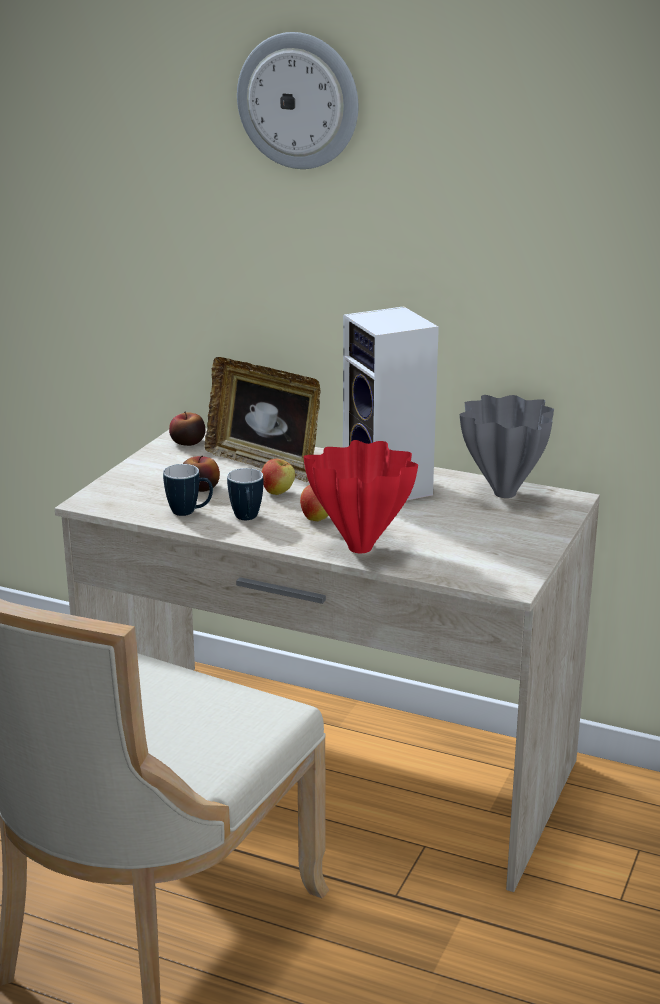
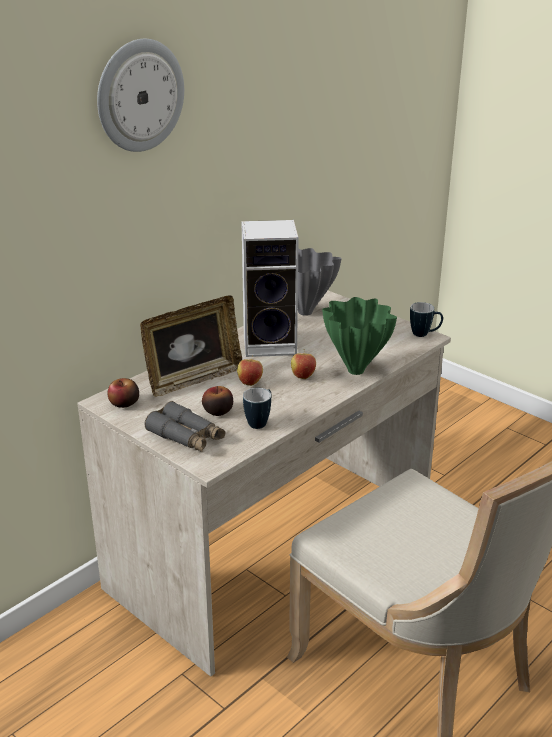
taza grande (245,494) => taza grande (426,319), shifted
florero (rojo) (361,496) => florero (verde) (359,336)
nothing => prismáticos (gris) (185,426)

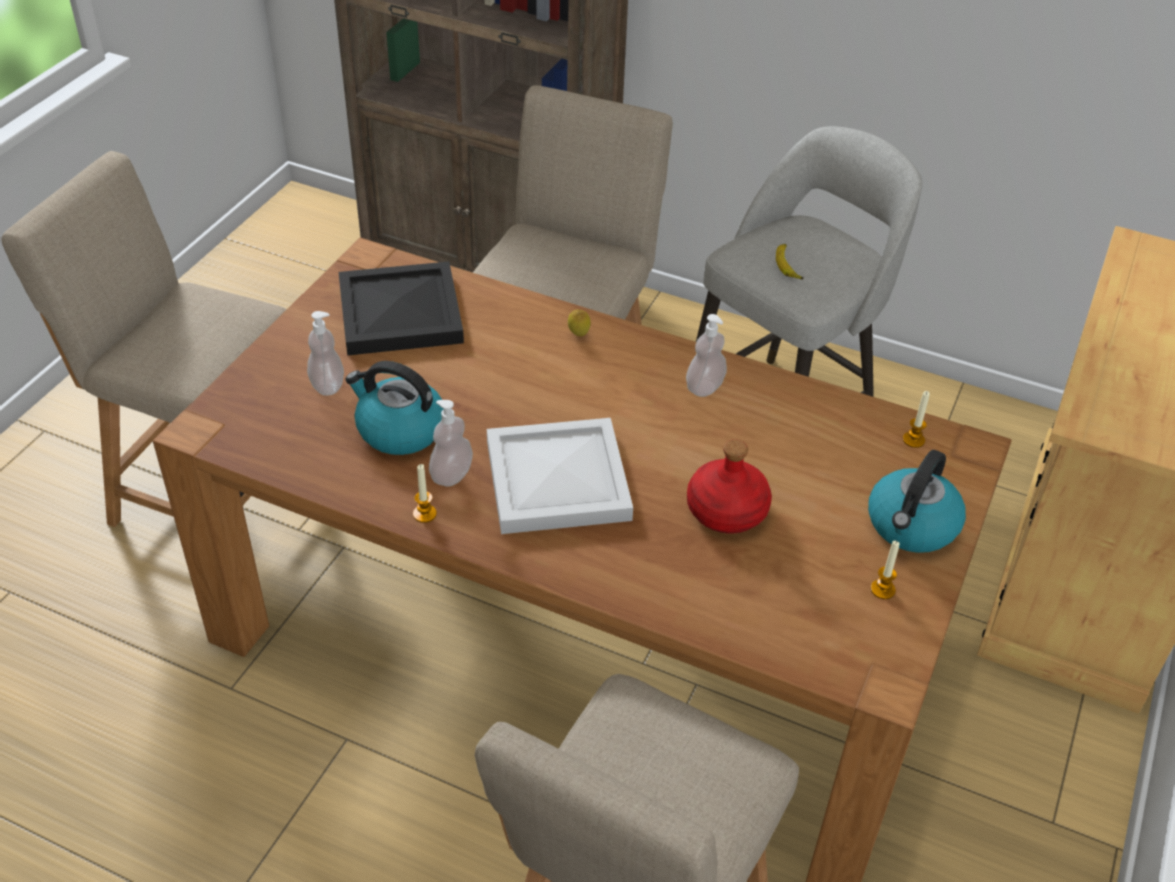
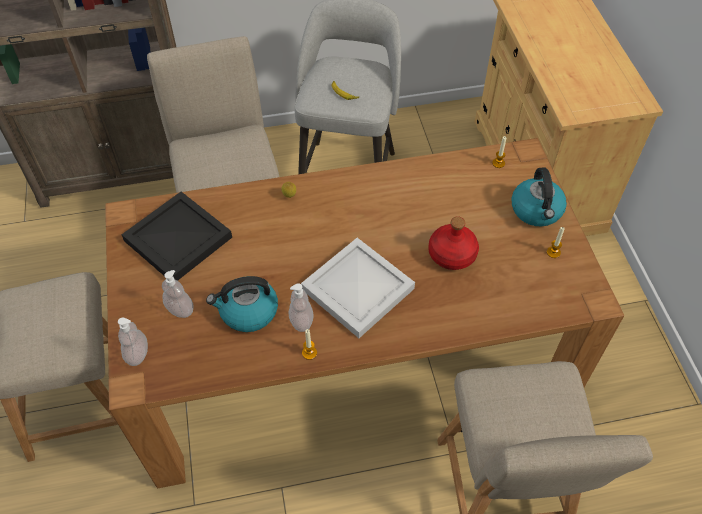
dispensador de jabón (706,355) => dispensador de jabón (133,342), shifted

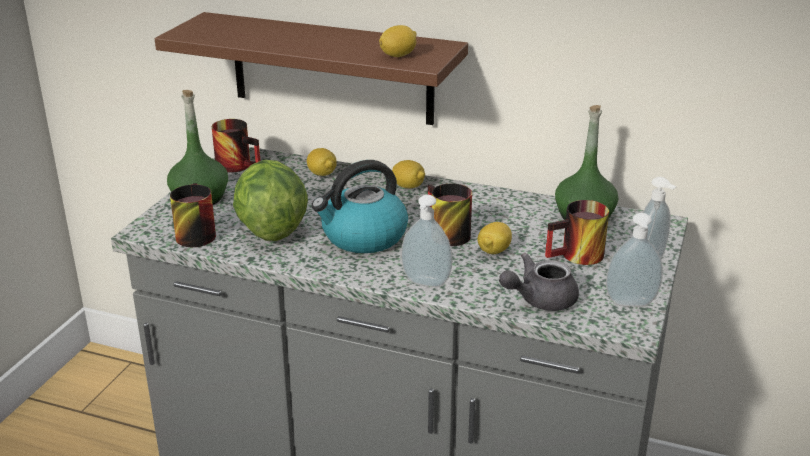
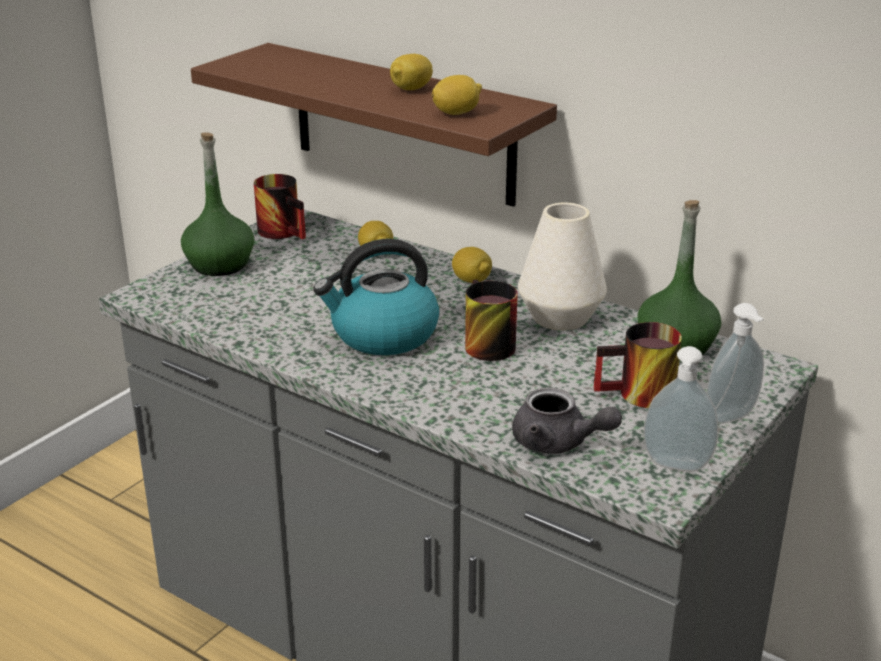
taza grande (193,215) => nothing
lechuga (270,200) => nothing
dispensador de jabón (426,241) => nothing
limón (494,238) => limón (411,72), shifted
tetera (gris) (539,282) => tetera (gris) (567,421), 135 degrees counterclockwise
nothing => florero (blanco) (562,266)

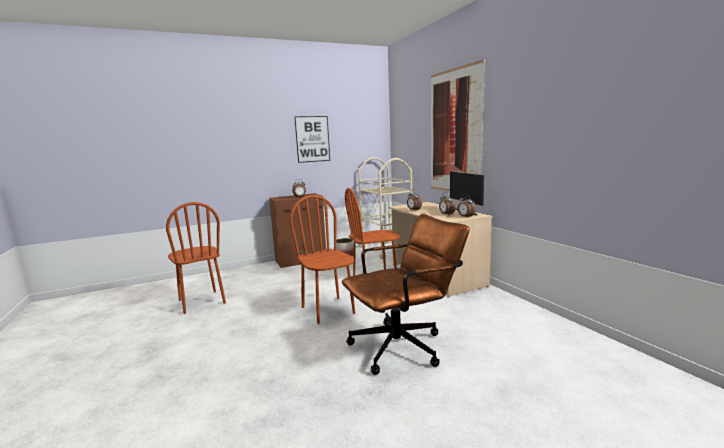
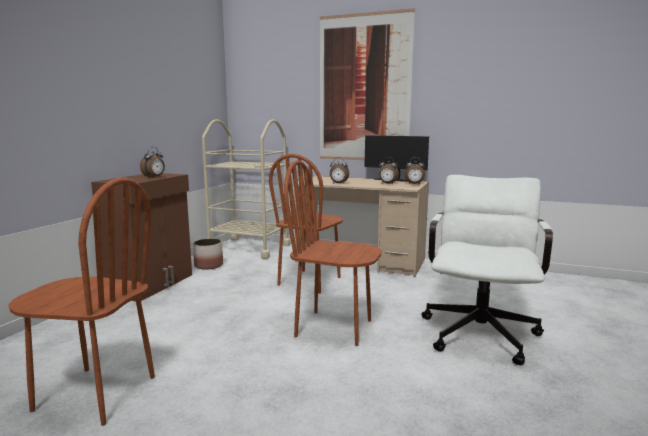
cuadro (312,139) => nothing
silla de oficina (marrón) (406,294) => silla de oficina (blanco) (487,270)

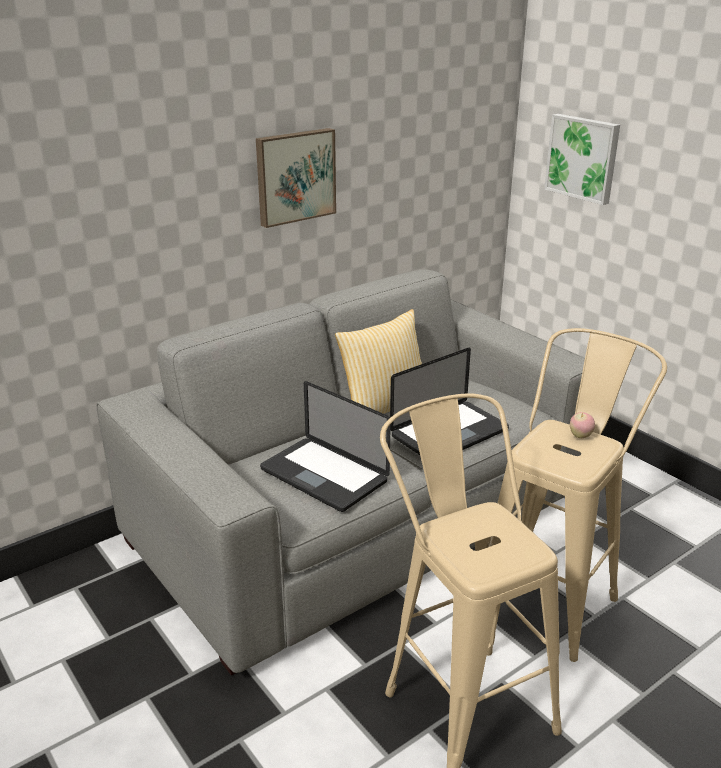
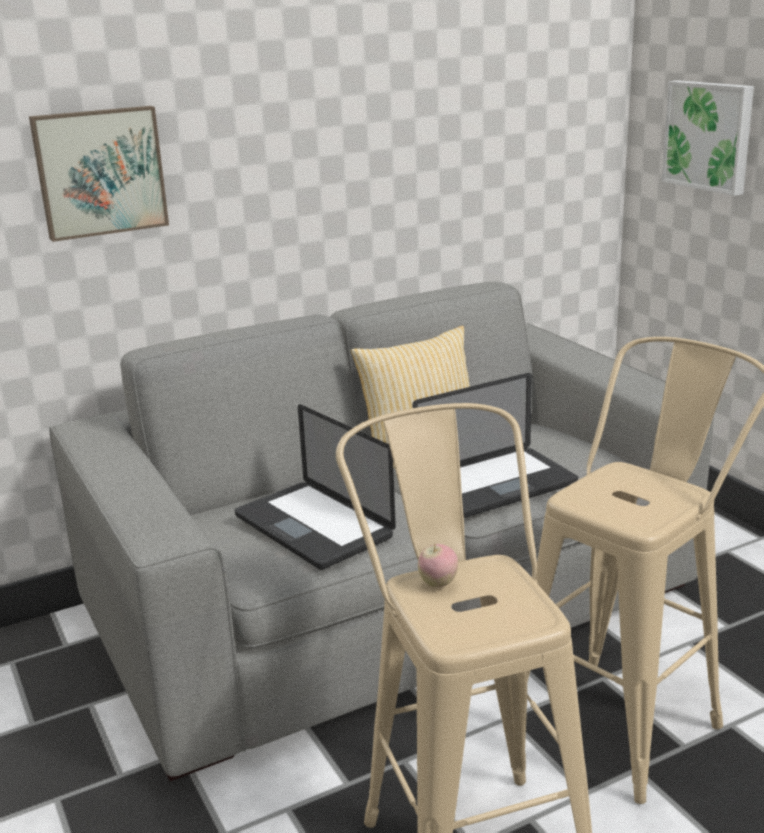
cuadro (296,178) => cuadro (99,174), shifted
manzana (582,425) => manzana (438,565), shifted

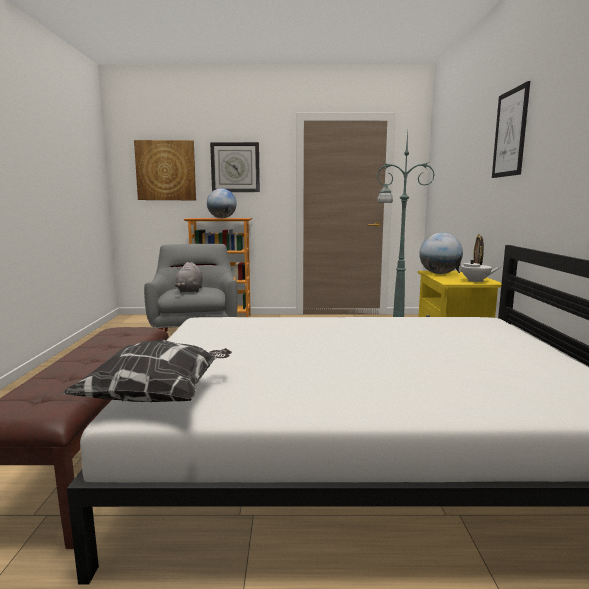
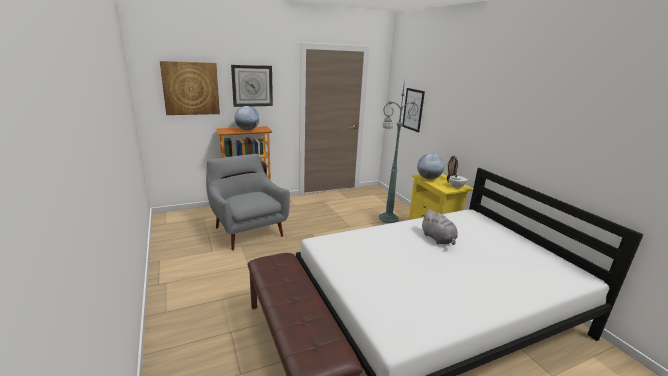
cojín (147,370) => nothing
peluche (gris) (188,277) => peluche (gris) (440,227), shifted
cuadro (511,129) => cuadro (413,110), shifted

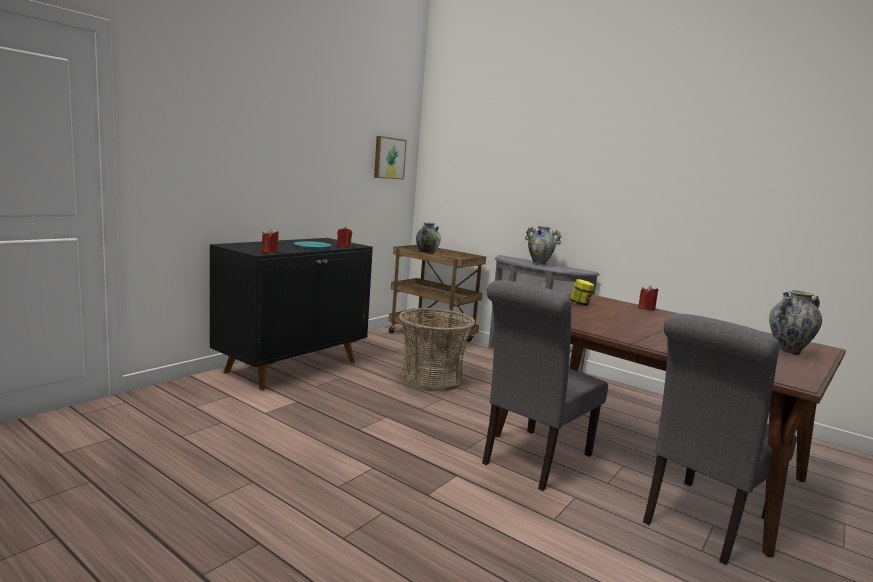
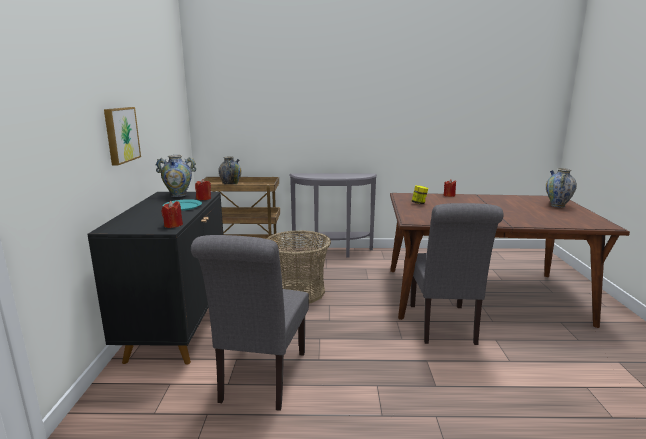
cuadro (390,158) => cuadro (122,136), shifted
florero (543,245) => florero (176,176), shifted
silla (gris) (720,439) => silla (gris) (250,323), shifted

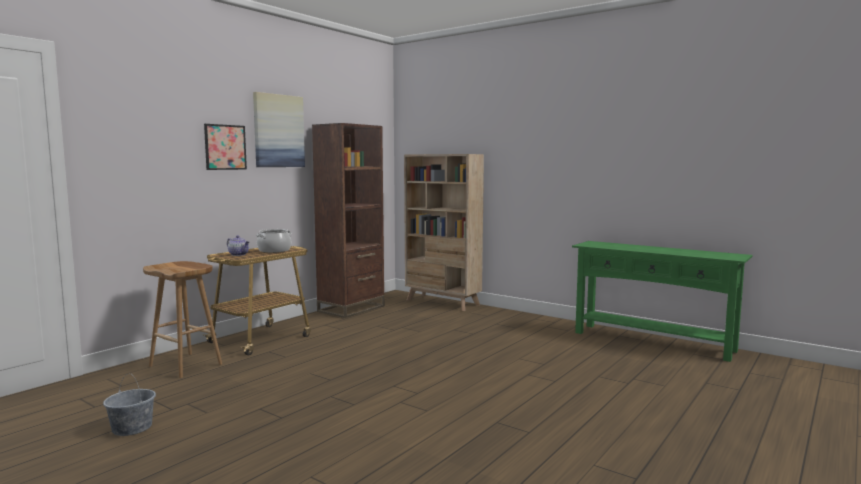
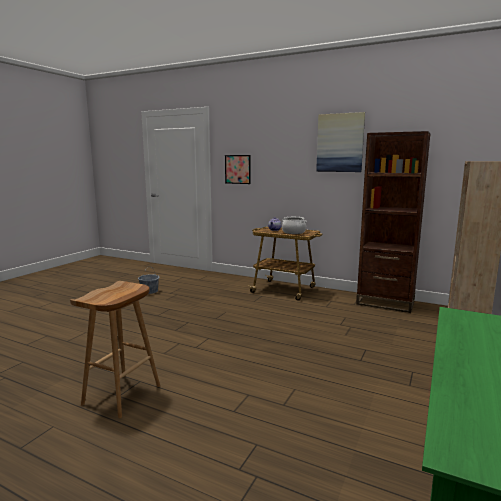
taburete (marrón) (182,319) => taburete (marrón) (115,349), shifted
cuadro (225,147) => cuadro (237,169), shifted

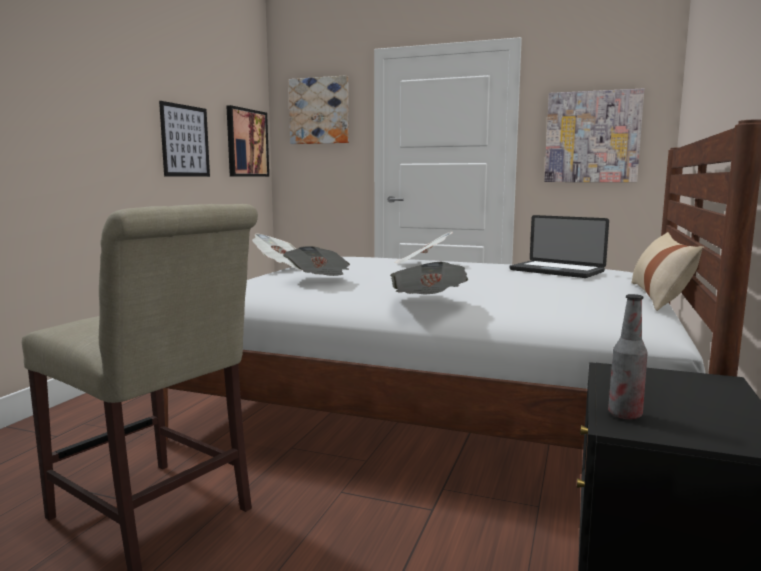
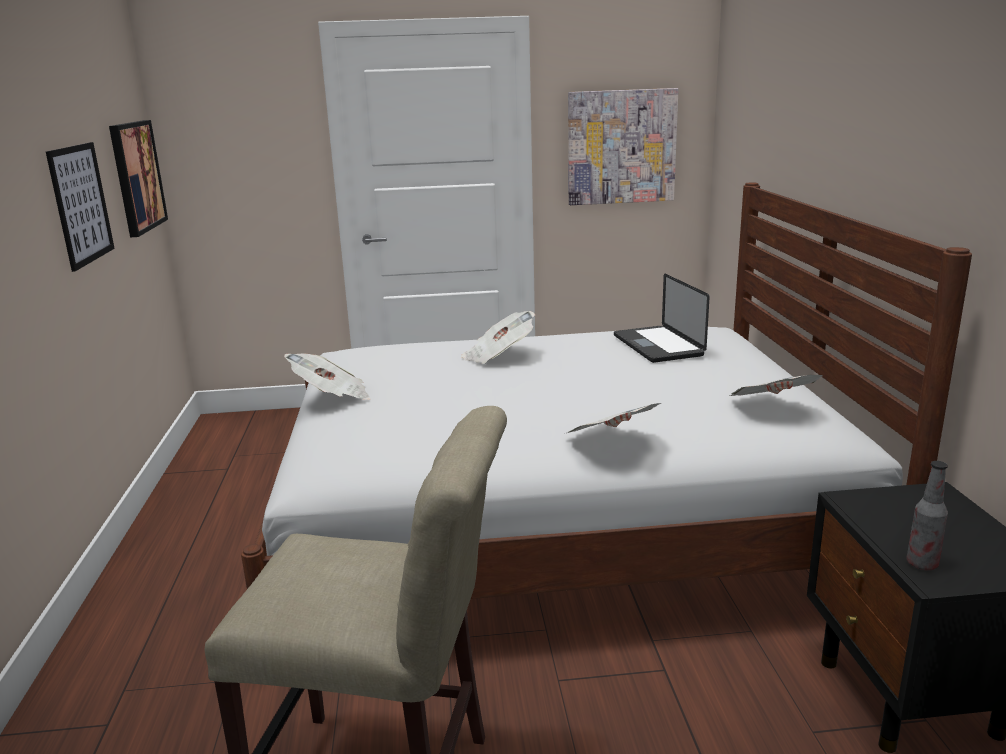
periódico (316,261) => periódico (775,385), shifted
cuadro (319,109) => nothing
portátil (559,246) => portátil (662,318), 60 degrees clockwise
cojín (beis) (667,271) => nothing

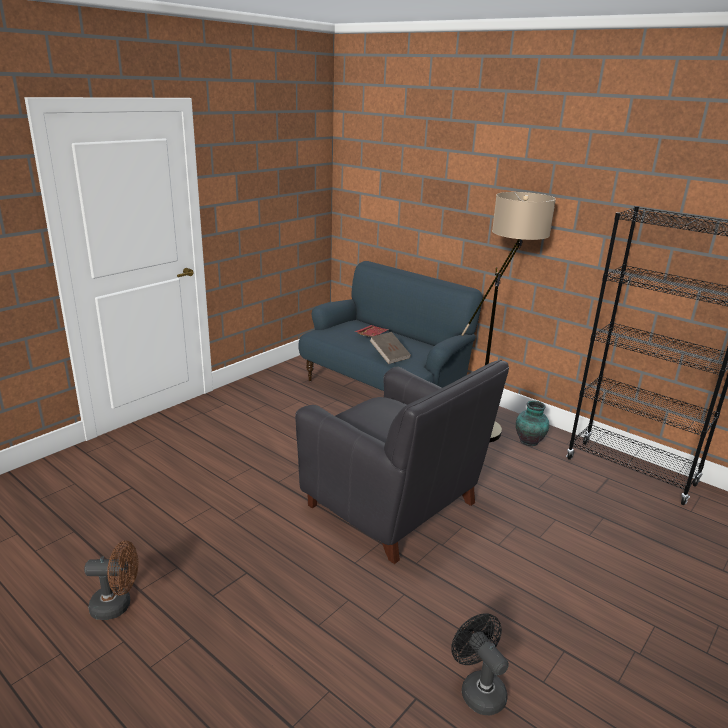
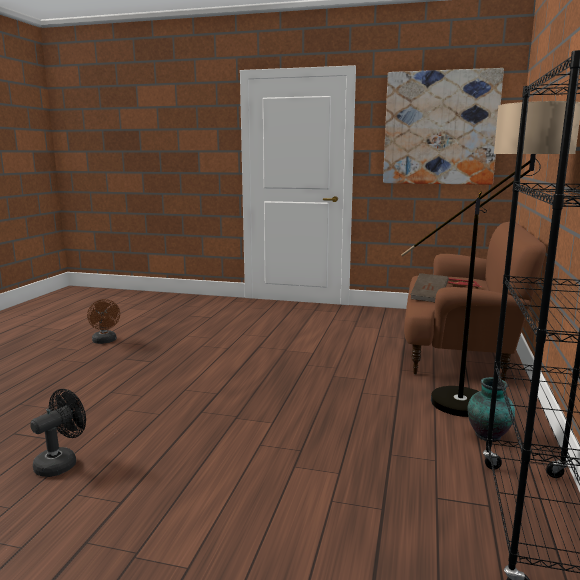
sillón (negro) (402,462) => nothing
sofá (azul) (390,326) => sofá (marrón) (475,301)
nothing => cuadro (443,126)

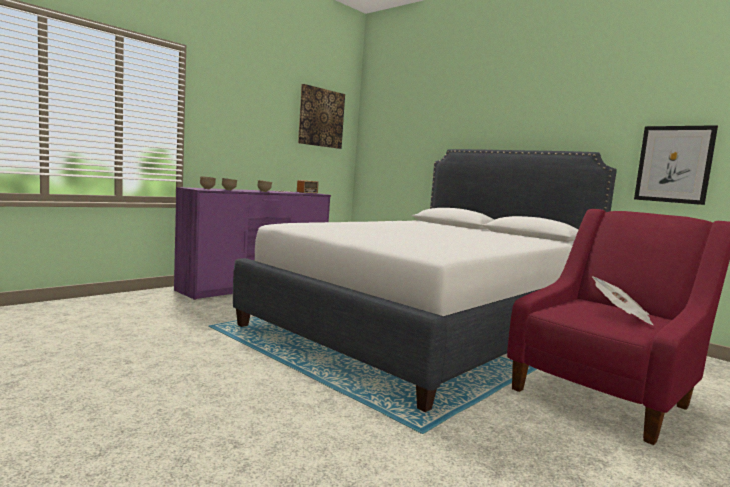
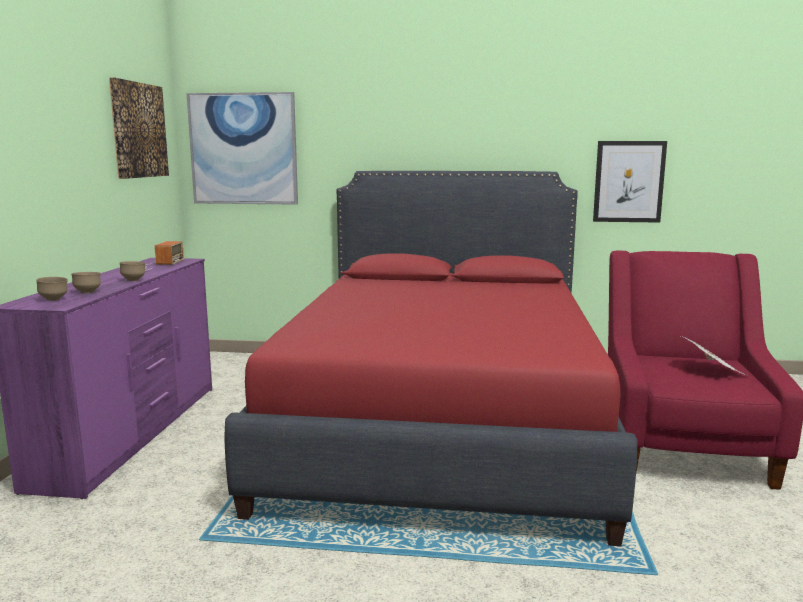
cama (blanco) (425,280) => cama (rojo) (431,358)
nothing => cuadro (242,148)

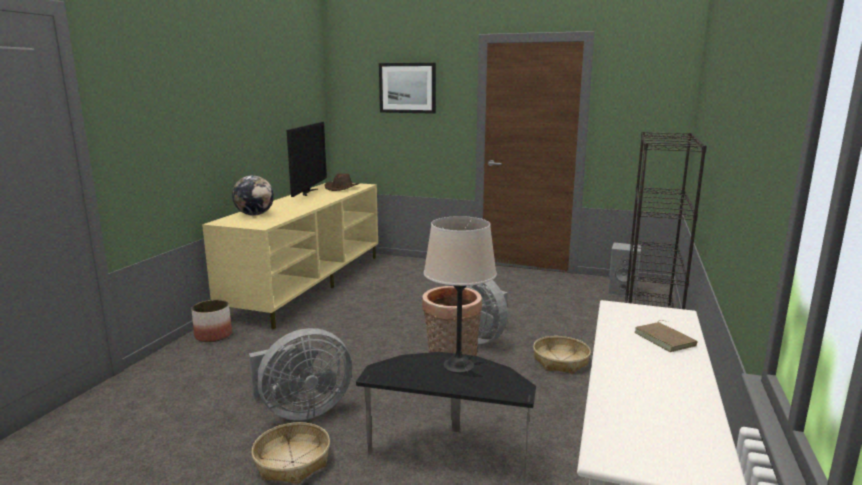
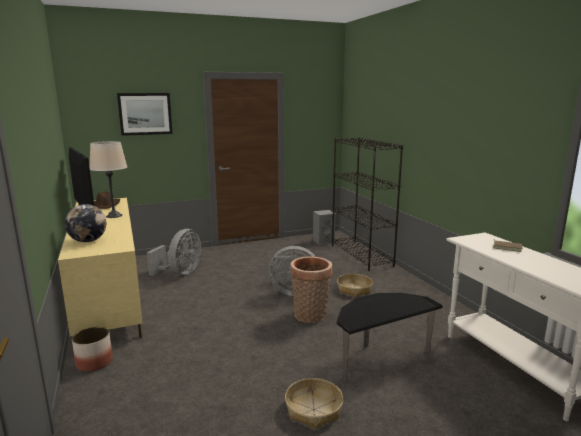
ventilador (gris) (300,374) => ventilador (gris) (174,252), shifted
lámpara de mesa (beis) (460,294) => lámpara de mesa (beis) (108,179), shifted

